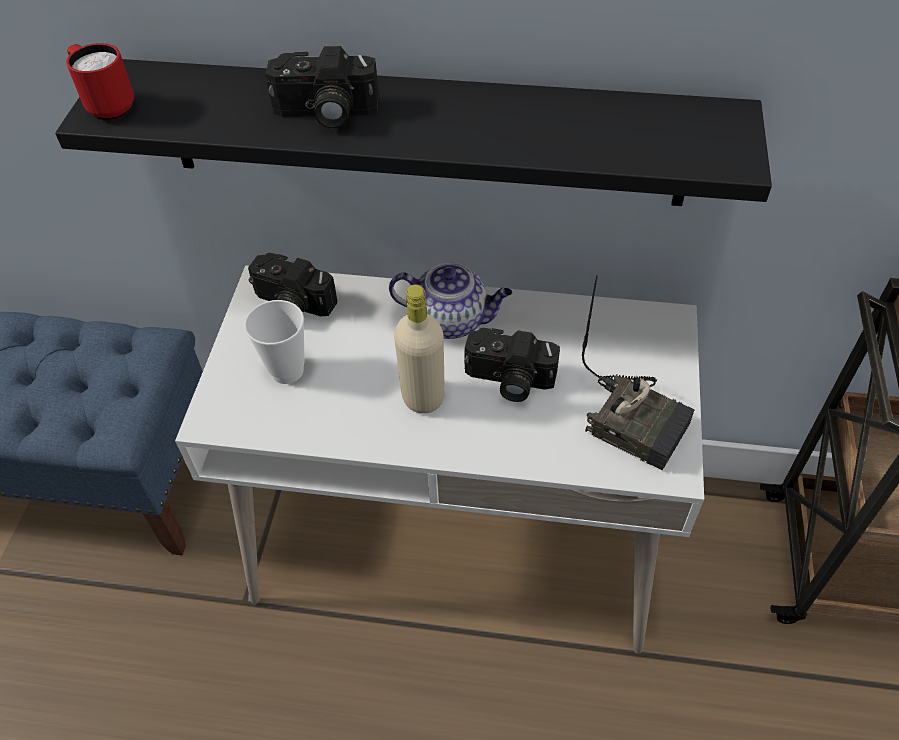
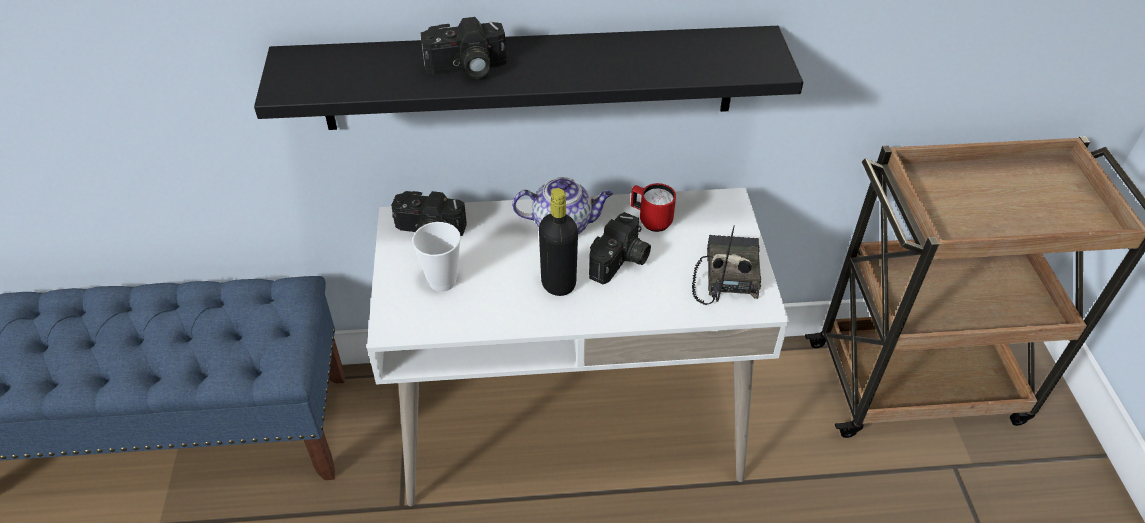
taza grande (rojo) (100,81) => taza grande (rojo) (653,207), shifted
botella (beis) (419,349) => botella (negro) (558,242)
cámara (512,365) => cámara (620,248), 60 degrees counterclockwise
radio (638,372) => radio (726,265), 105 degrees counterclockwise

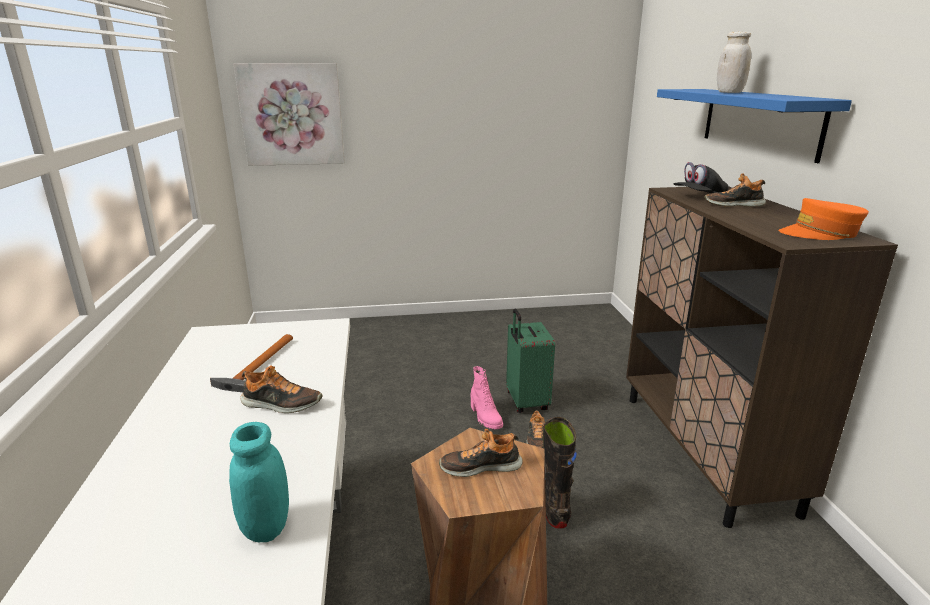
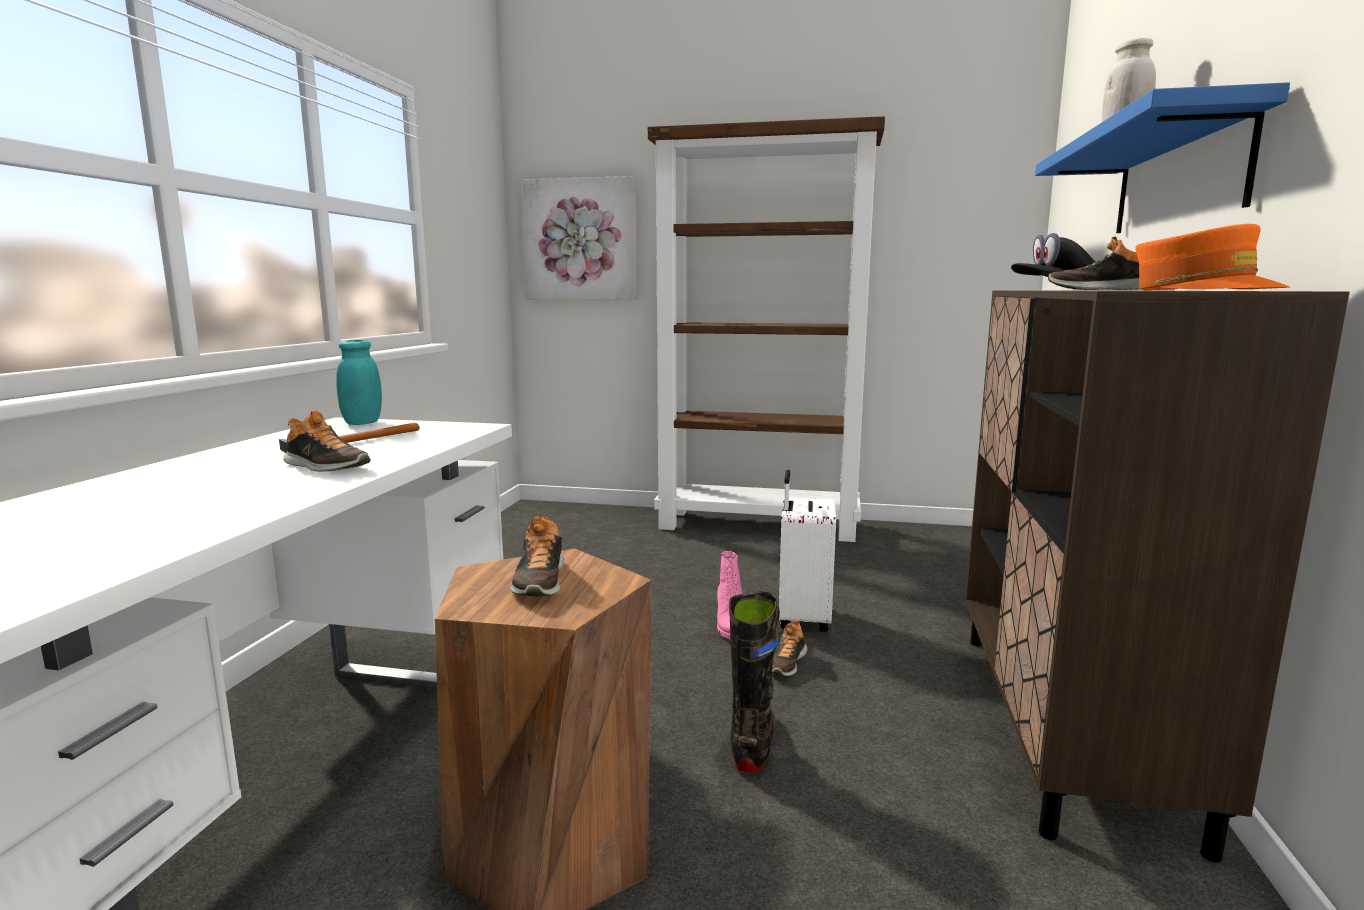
tarro (turquesa) (259,482) => tarro (turquesa) (359,382), shifted
zapato (481,453) => zapato (537,556), 105 degrees counterclockwise
maleta (verde) (530,361) => maleta (blanco) (807,551)
gorra (naranja) (823,219) => gorra (naranja) (1212,257), 135 degrees counterclockwise
nothing => estantería (marrón) (766,329)

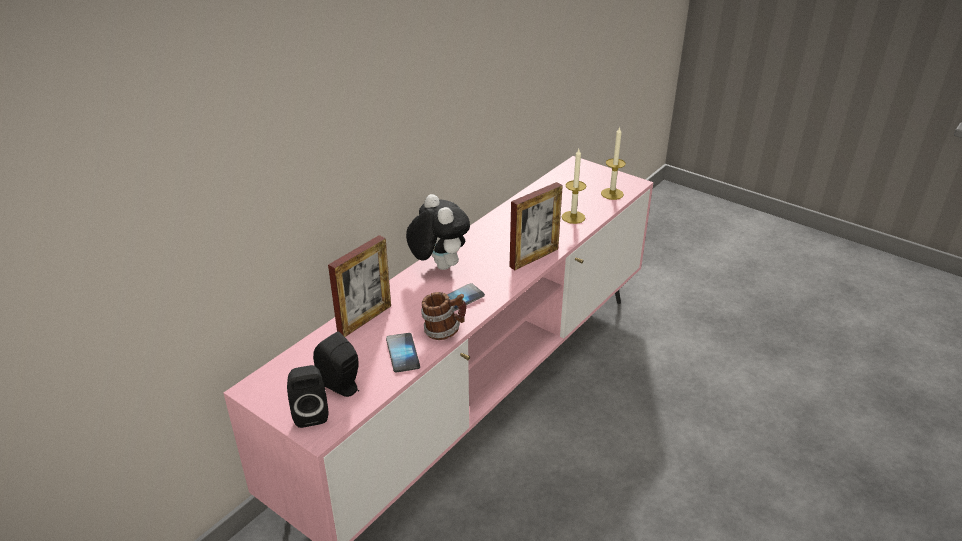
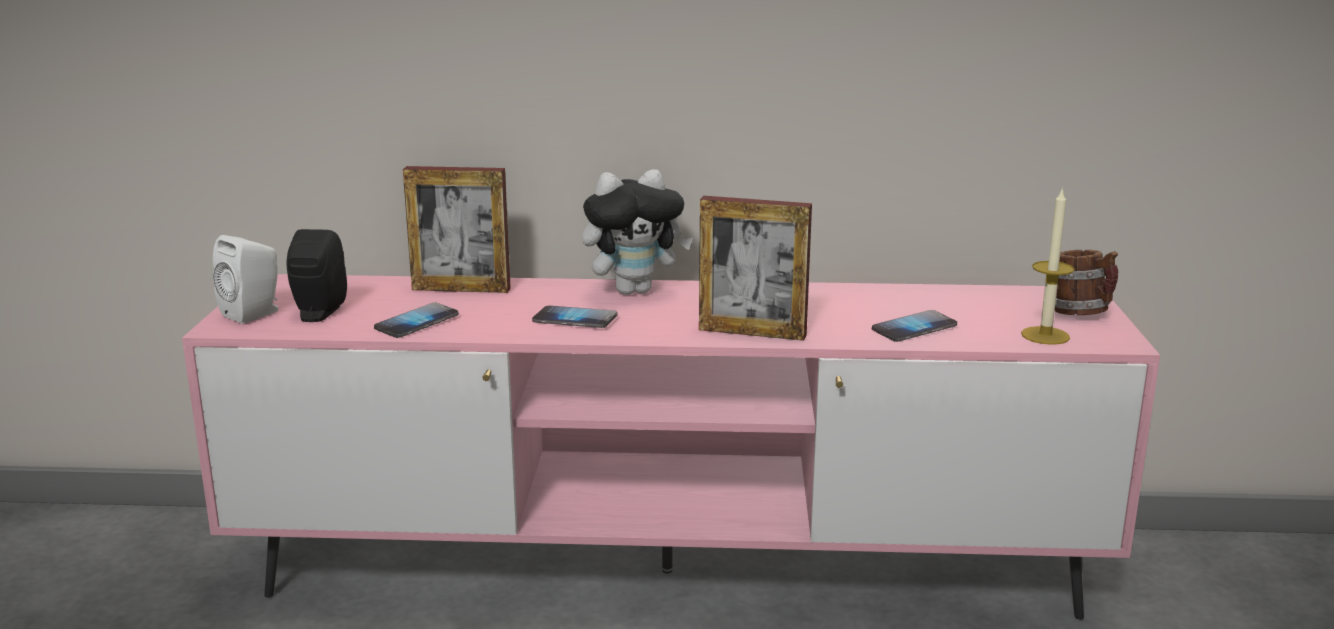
altavoz (negro) (307,396) => altavoz (blanco) (245,279)
peluche (438,232) => peluche (637,232), 45 degrees clockwise
taza grande (443,316) => taza grande (1087,282), shifted
vela (574,186) => móvil (914,326)

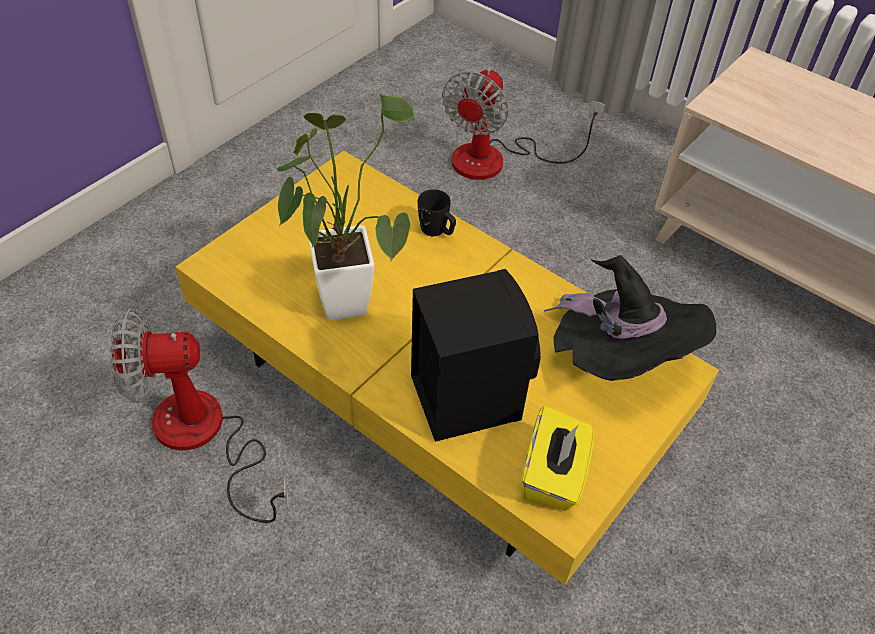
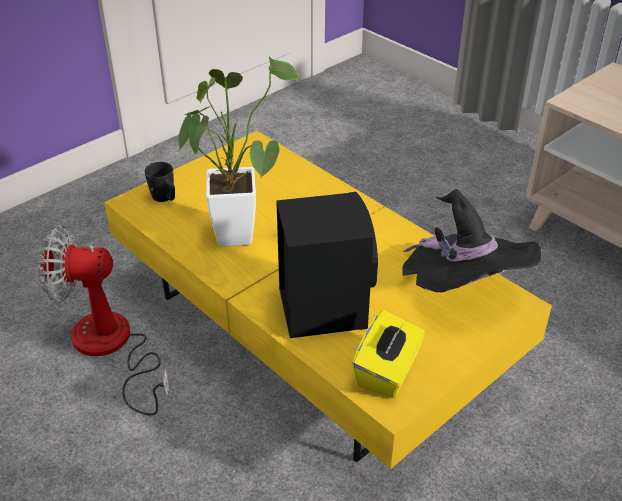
taza grande (negro) (437,212) => taza grande (negro) (160,182), shifted
ventilador (523,124) => nothing

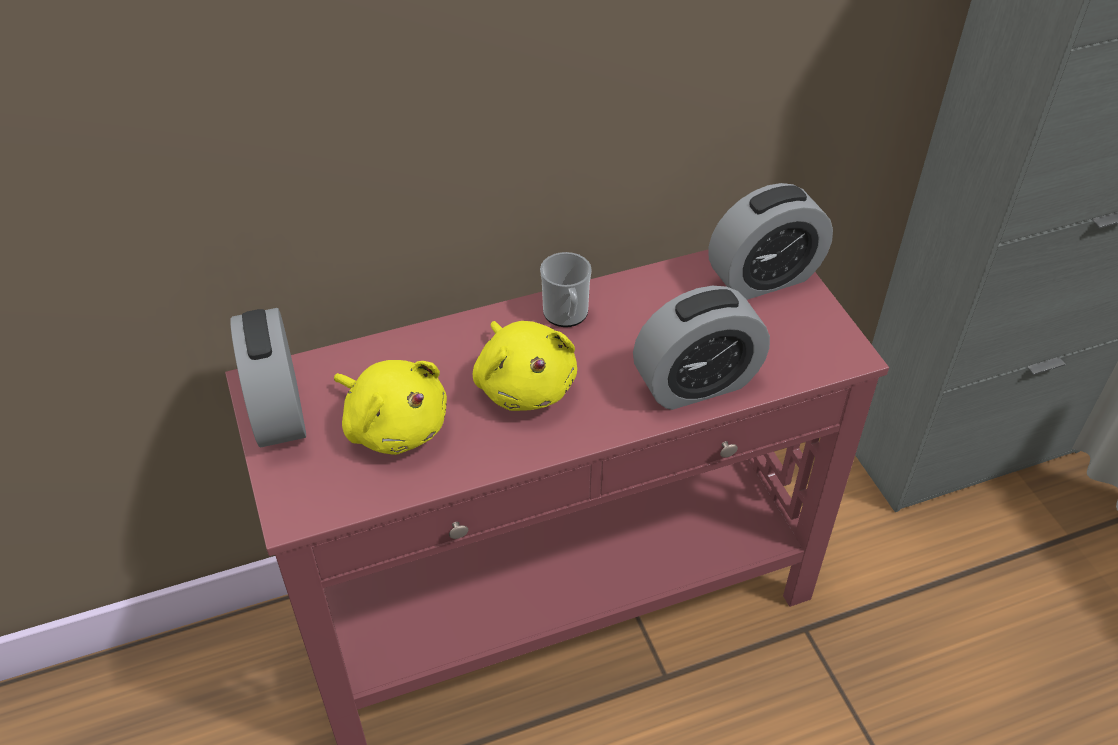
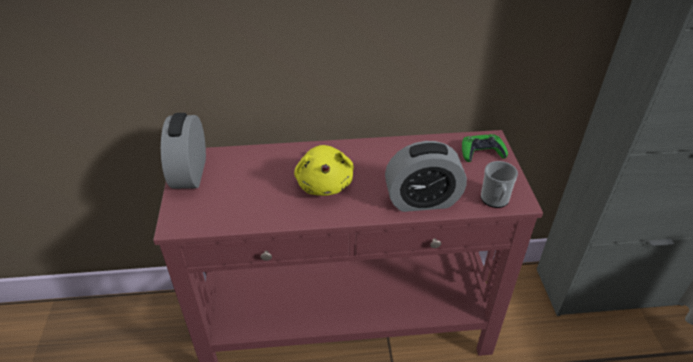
peluche (amarillo) (390,407) => nothing
taza grande (566,289) => taza grande (499,184), shifted
despertador (770,241) => mando de consola (verde) (485,148)

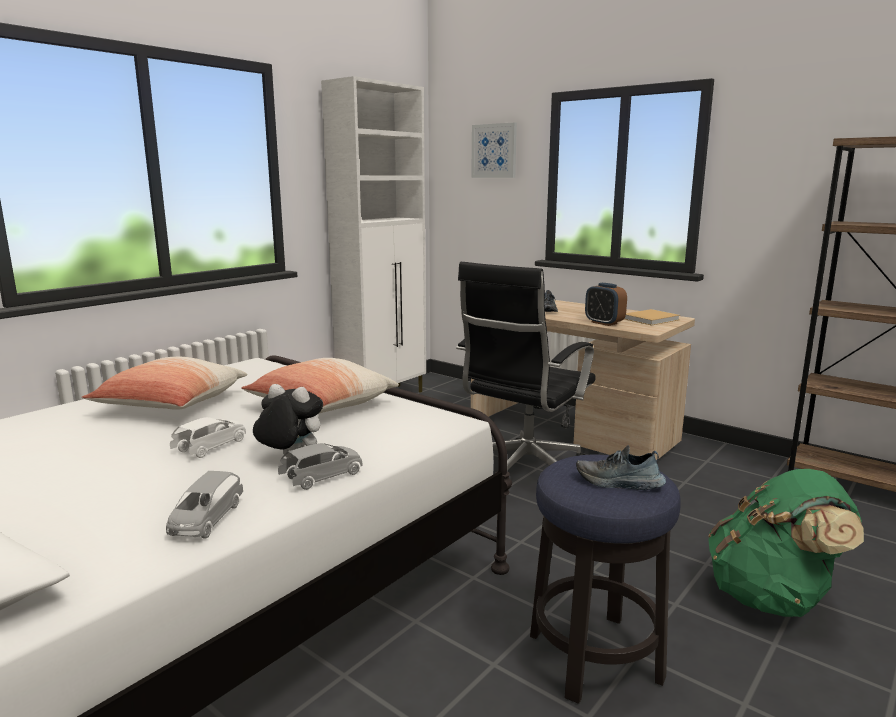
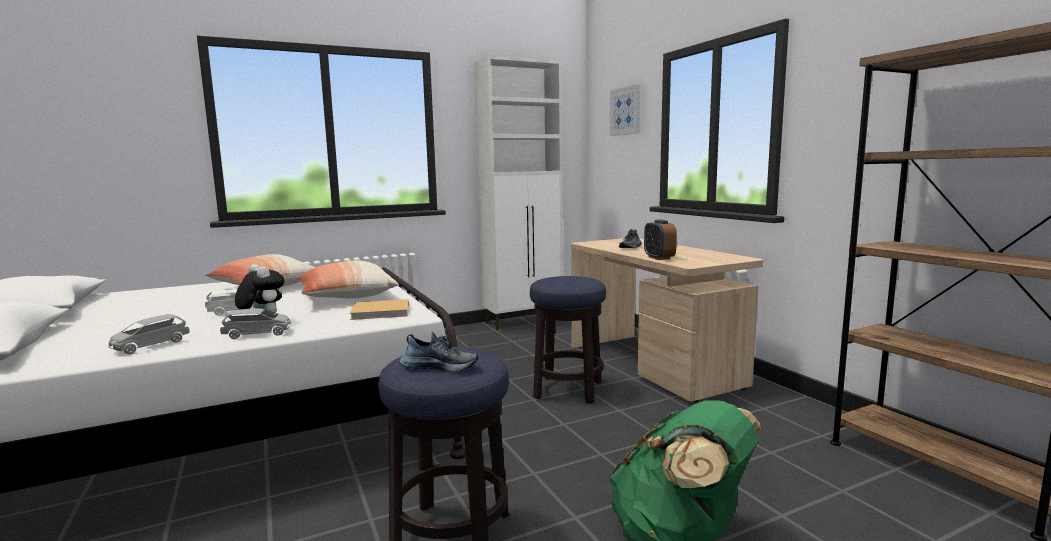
silla de oficina (negro) (526,366) => taburete (568,340)
zapato (621,467) => zapato (439,352), 150 degrees clockwise
libro (beis) (652,317) => libro (beis) (379,309), shifted

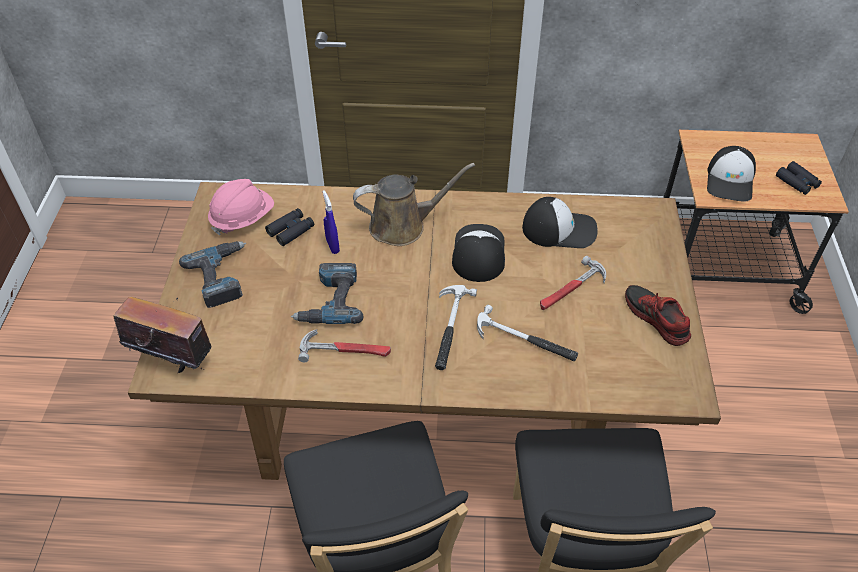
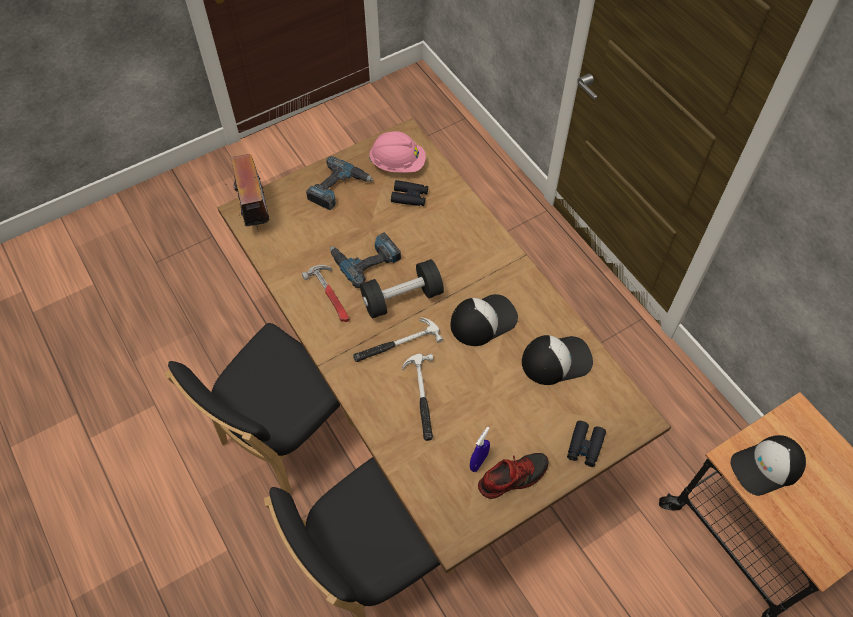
pulverizador (azul) (331,222) => pulverizador (azul) (480,449), shifted
regadera (marrón) (414,204) => nothing
gorra (559,222) => gorra (557,360), 75 degrees counterclockwise
martillo (573,283) => nothing
zapato (658,315) => zapato (513,476), 45 degrees clockwise
prismáticos (negro) (799,178) => prismáticos (negro) (586,444), shifted
nothing => mancuerna (negro) (402,289)

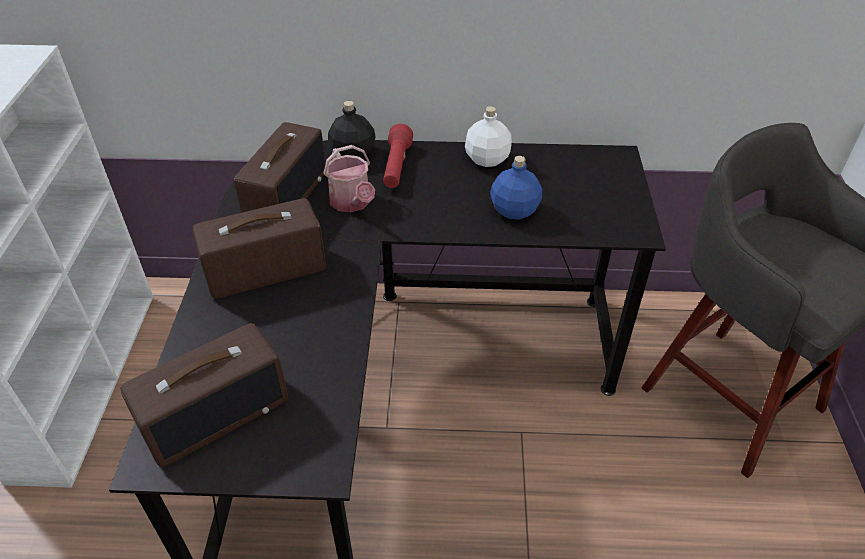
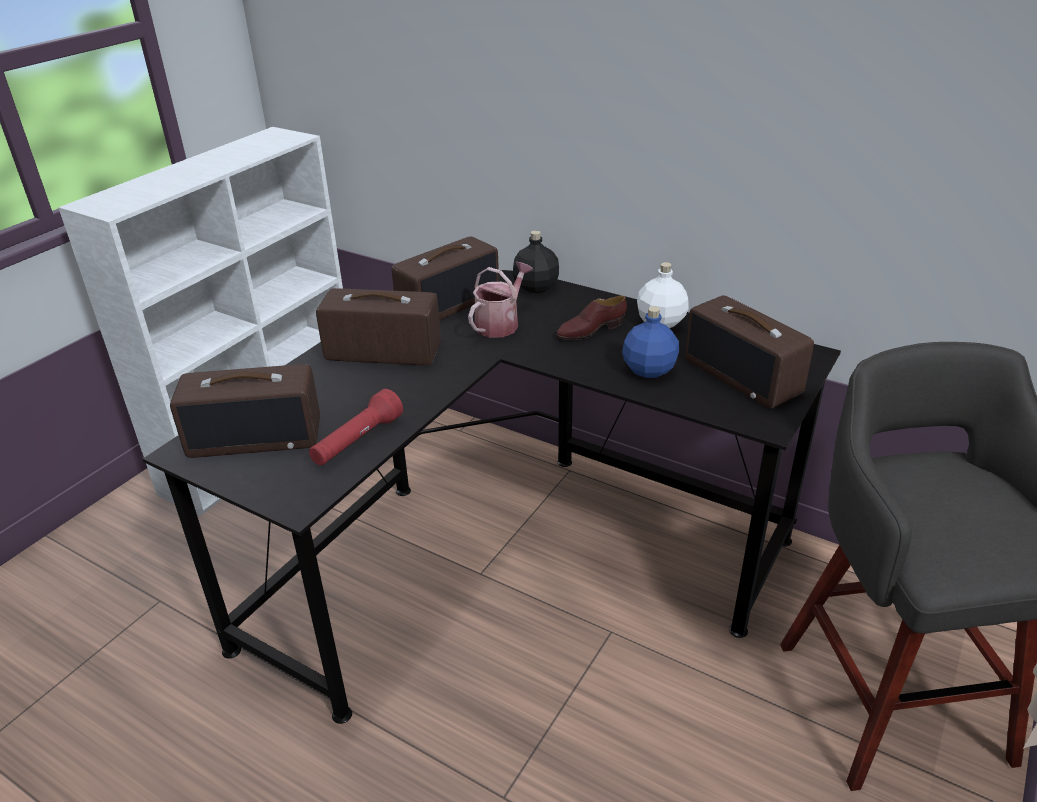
regadera (349,178) => regadera (500,300), 150 degrees counterclockwise
linterna (rojo) (398,156) => linterna (rojo) (356,427), shifted
nothing => zapato (marrón) (591,317)
nothing => radio (749,352)

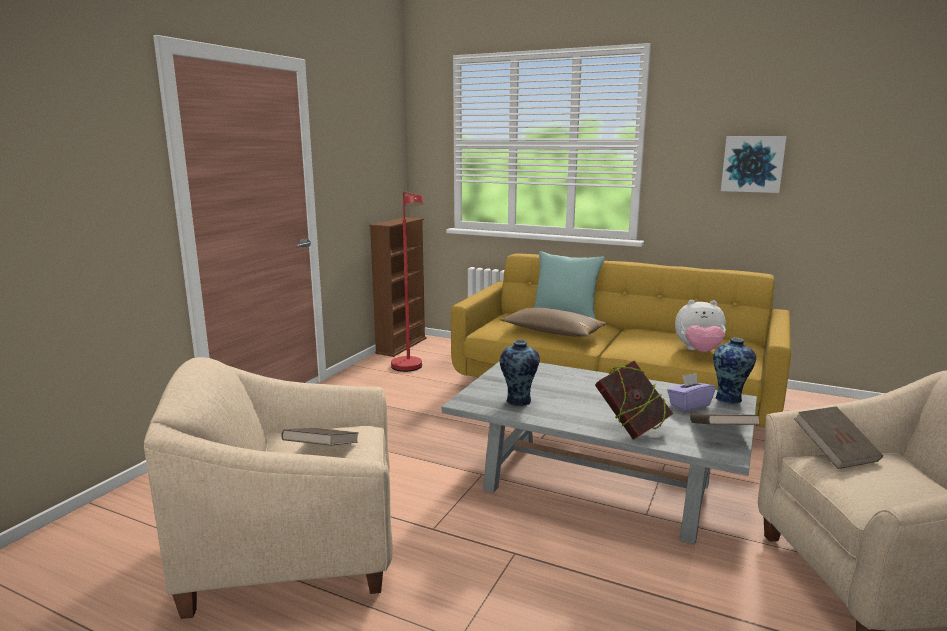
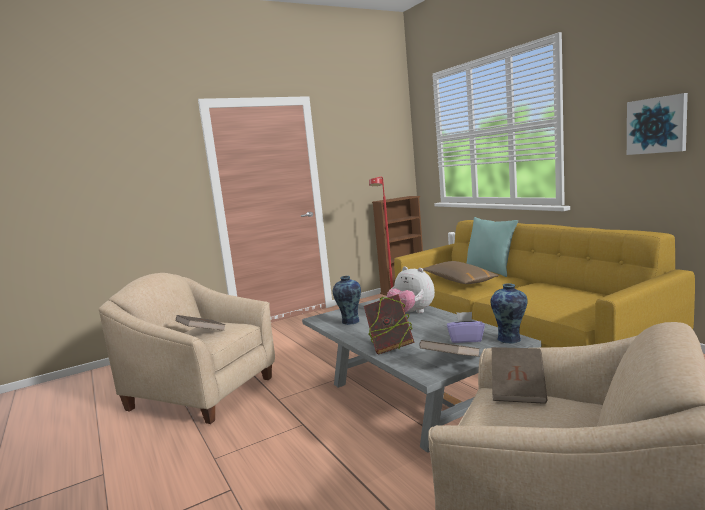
peluche (700,326) => peluche (411,289), shifted

